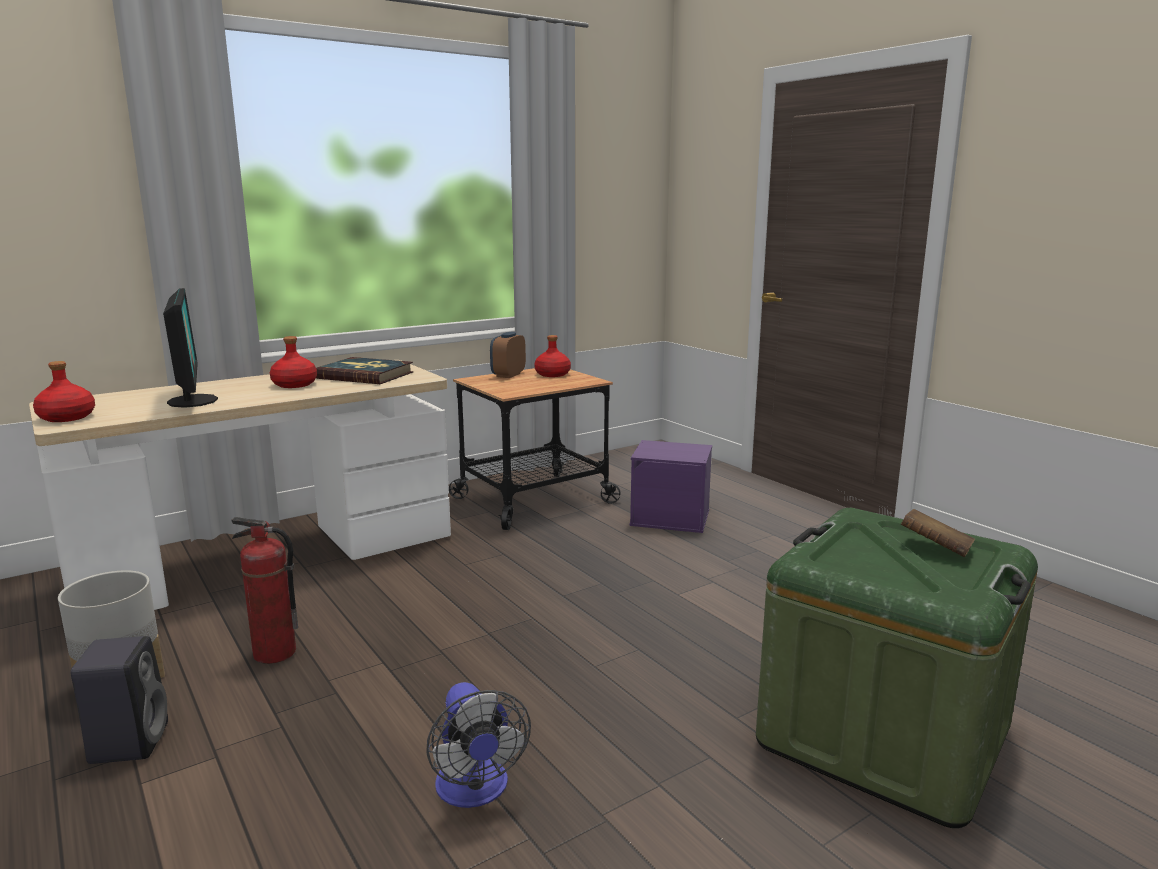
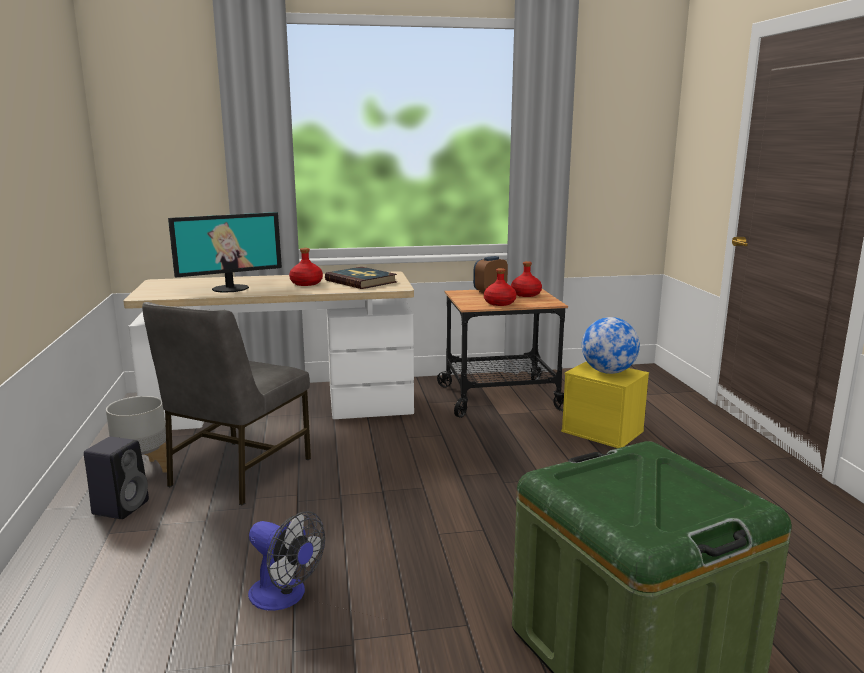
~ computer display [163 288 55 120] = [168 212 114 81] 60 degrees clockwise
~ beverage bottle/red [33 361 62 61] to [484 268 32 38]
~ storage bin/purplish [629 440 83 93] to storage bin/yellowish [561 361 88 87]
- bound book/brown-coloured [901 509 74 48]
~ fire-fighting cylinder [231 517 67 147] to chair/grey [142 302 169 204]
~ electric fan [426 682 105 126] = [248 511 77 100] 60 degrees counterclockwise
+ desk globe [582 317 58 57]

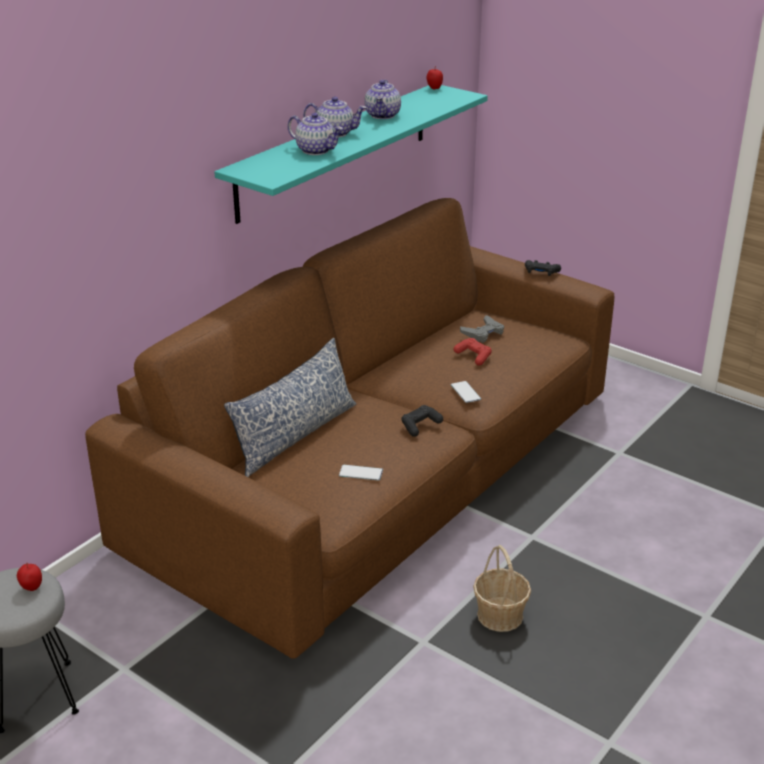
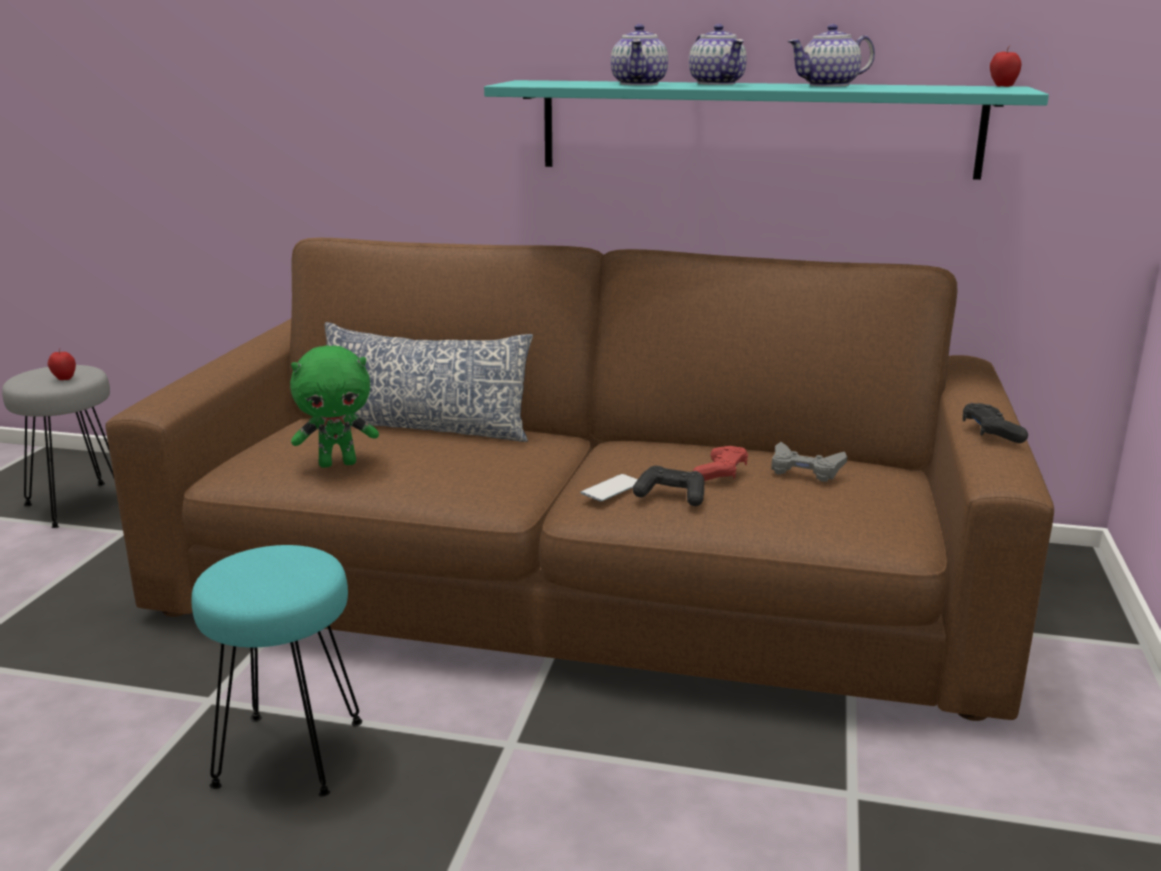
~ gamepad/black-coloured [401 405 42 32] to [633 466 71 40]
~ handset [339 465 44 16] to cuddly toy/green [290 345 89 123]
~ storage basket [473 545 58 87] to sitting stool/turquoise-coloured [192 545 170 252]

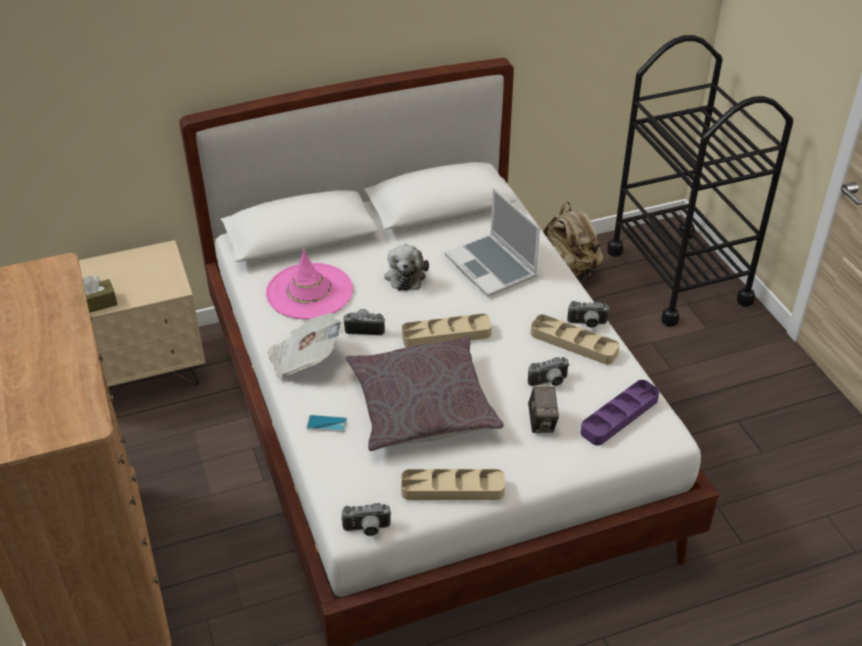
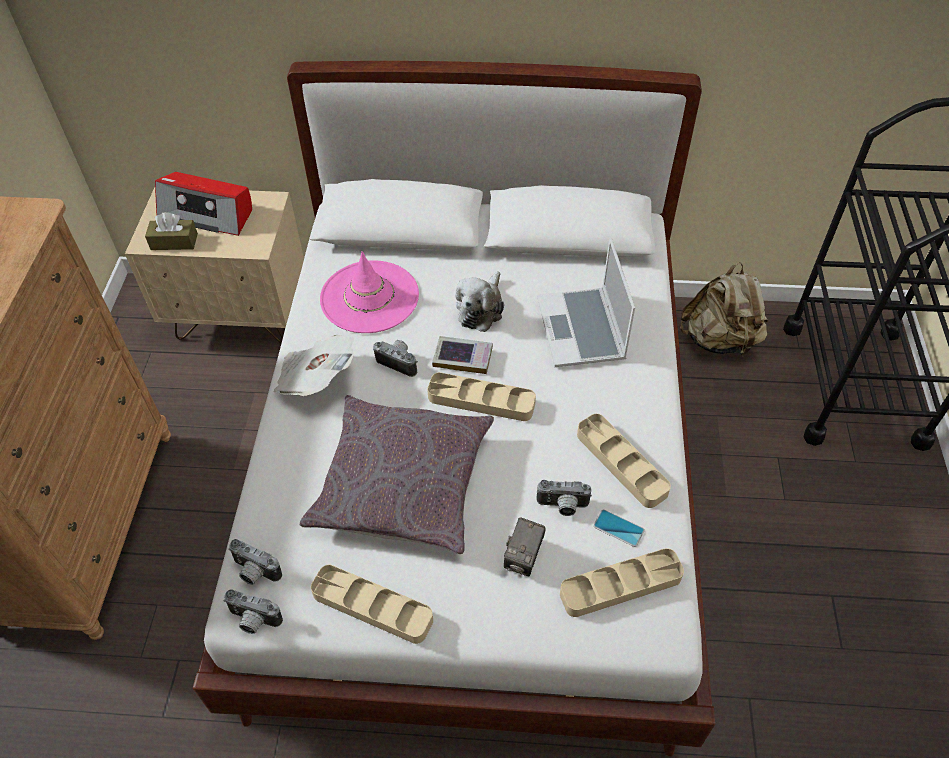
~ photo camera [567 301 43 27] to [228 539 54 46]
~ tray/purplish [581 380 78 65] to tray/beige [560 548 124 69]
~ handset [306 415 41 17] to [593 509 52 38]
+ radio receiver [155 172 97 64]
+ bound book [432 336 61 38]

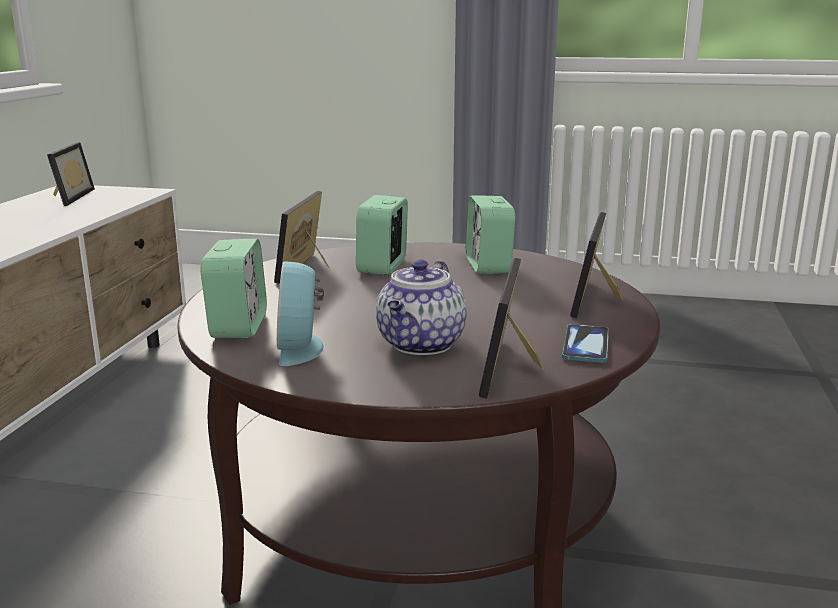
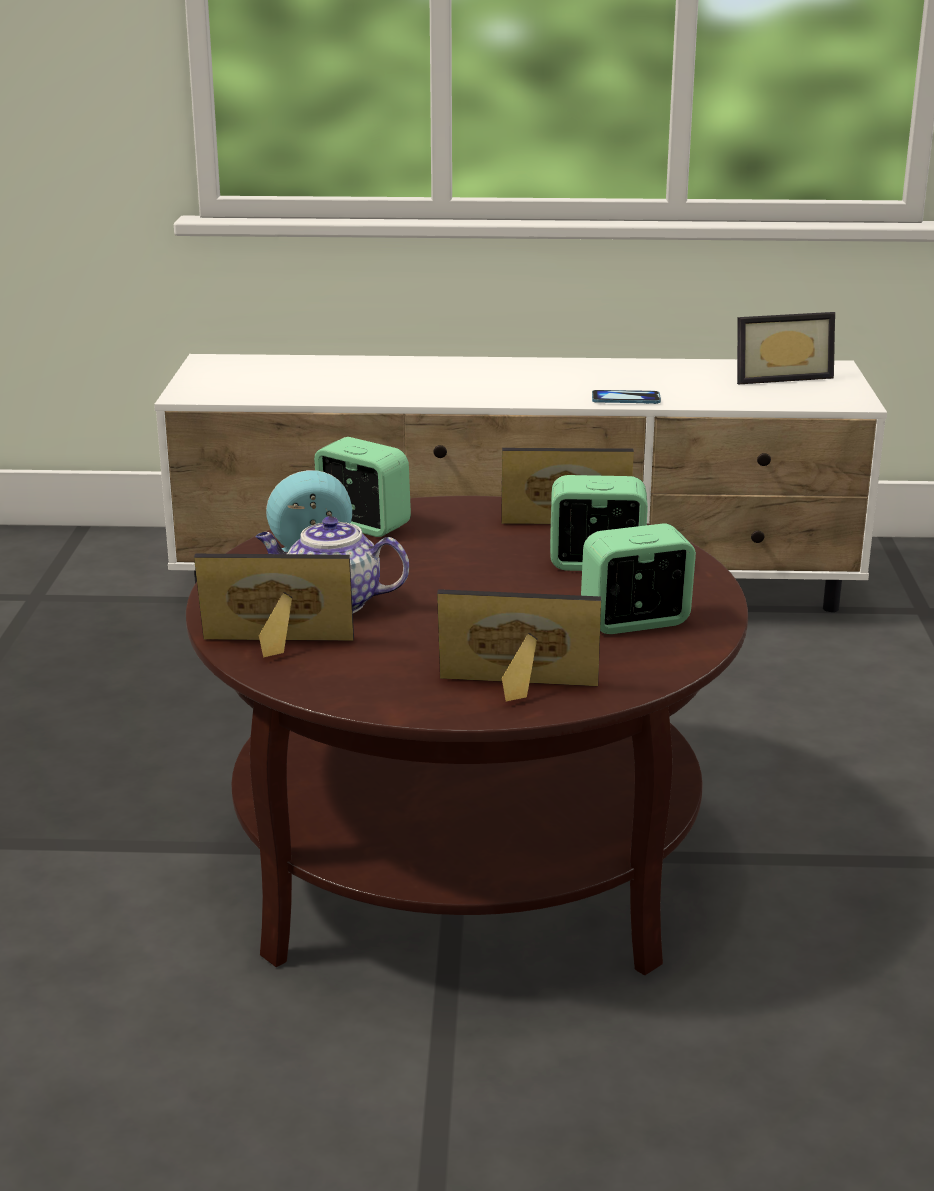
~ table clock [201 239 66 99] = [314 437 97 100] 135 degrees counterclockwise
~ handset [562 324 47 39] to [592 390 69 14]

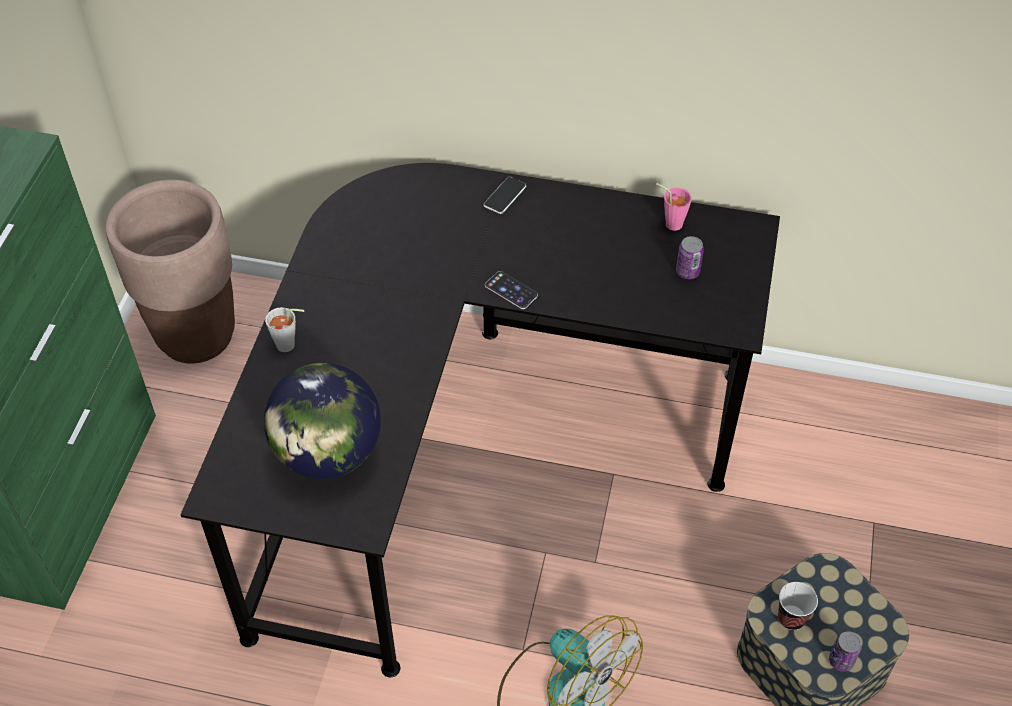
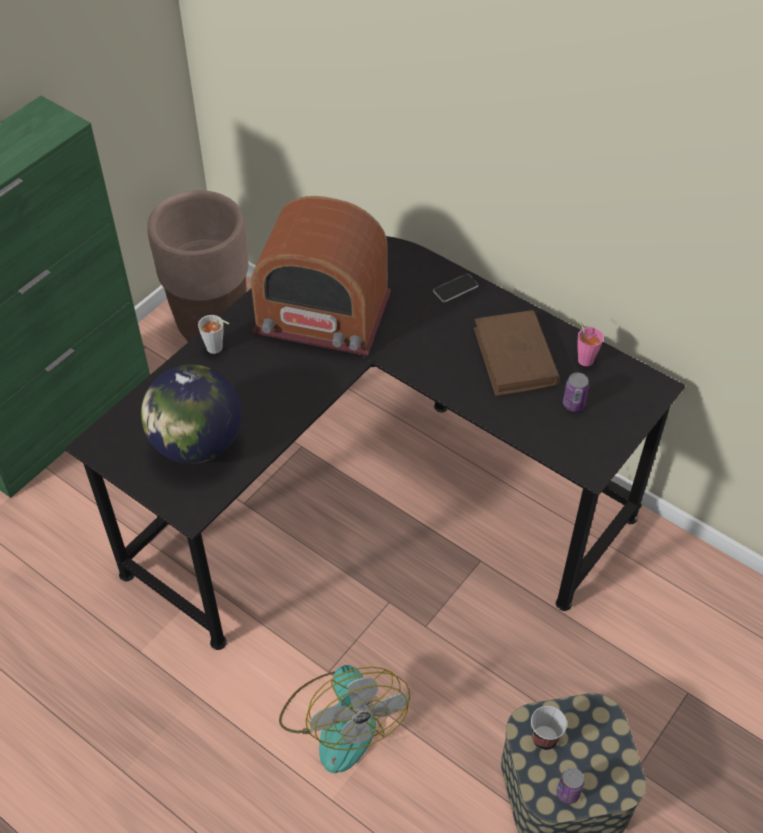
- handset [485 271 53 38]
+ radio receiver [251 196 140 160]
+ bound book/brown-coloured [474 310 86 86]

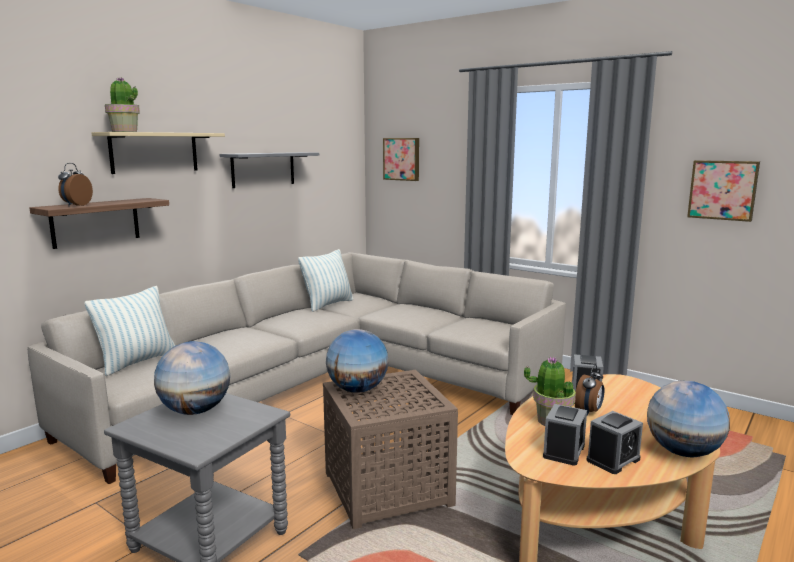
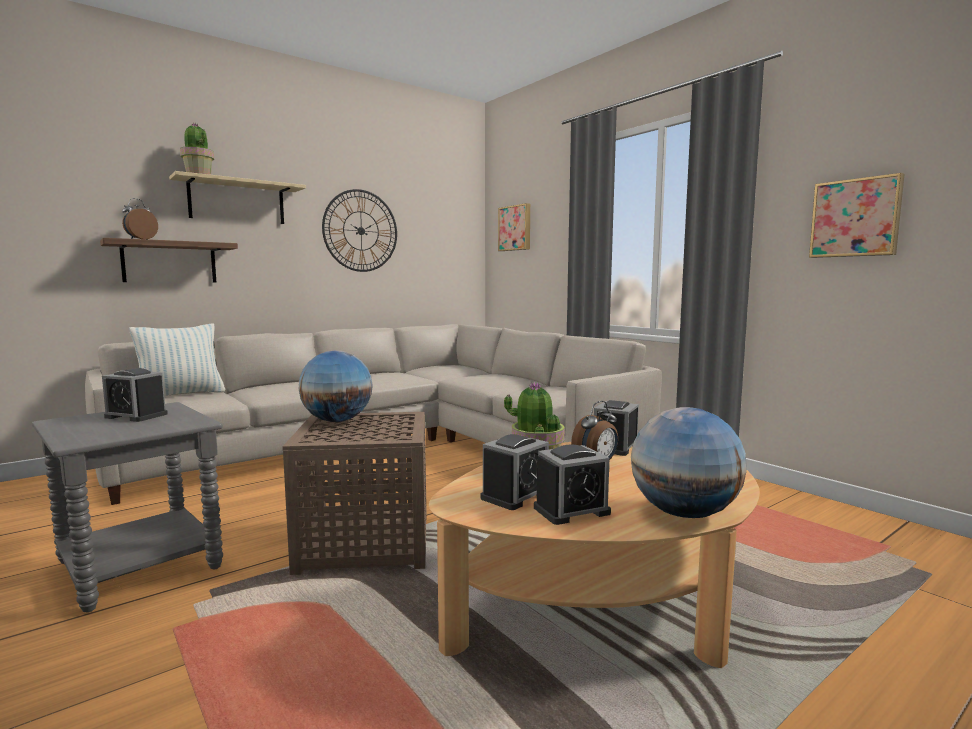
~ shelf/grey [220 152 99 36] to hanging clock [322 189 75 83]
- pillow [298 249 56 63]
~ desk globe [154 341 76 74] to table clock [102 368 66 54]

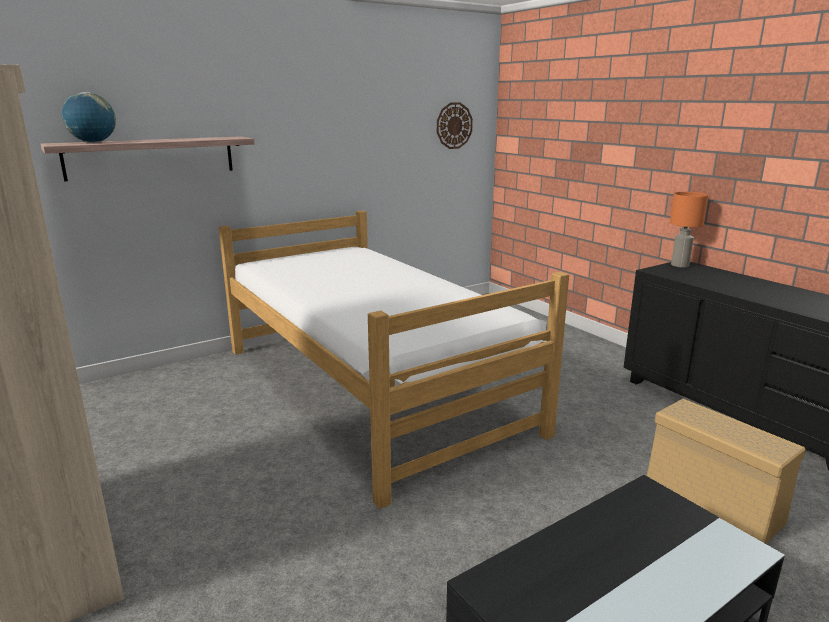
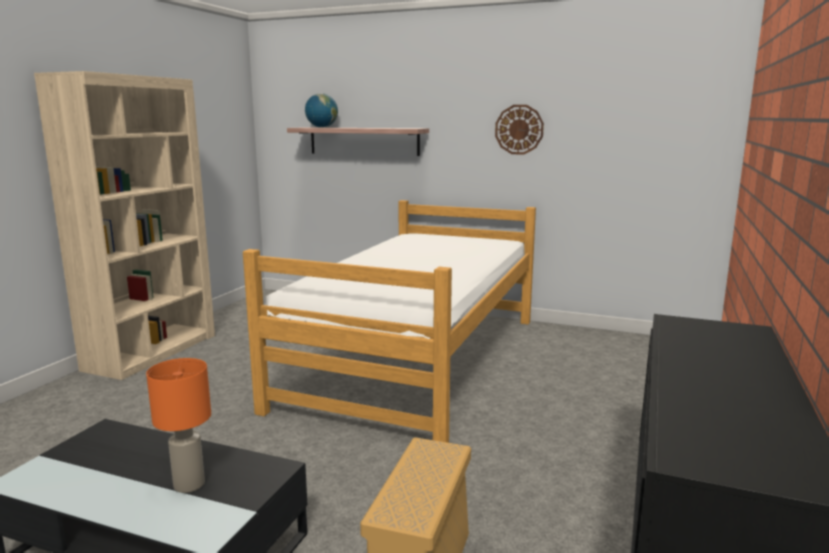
~ hanging clock [437 102 36 47] to [495 105 49 50]
~ lamp for a table/orange [670 192 39 76] to [146 358 65 135]

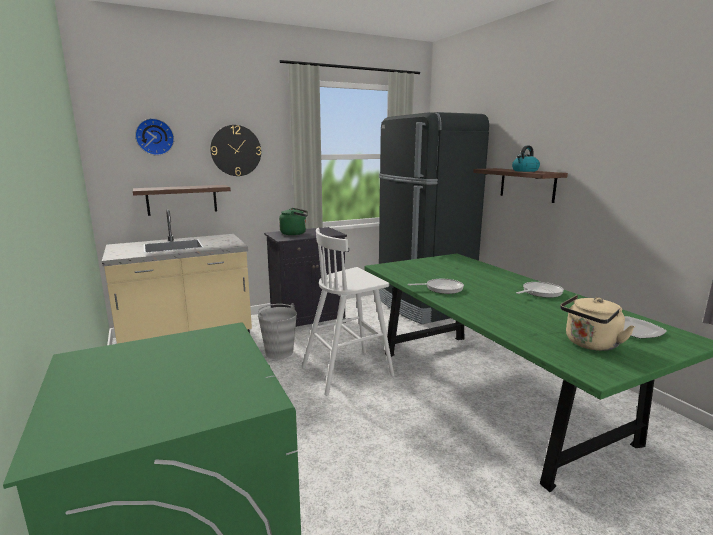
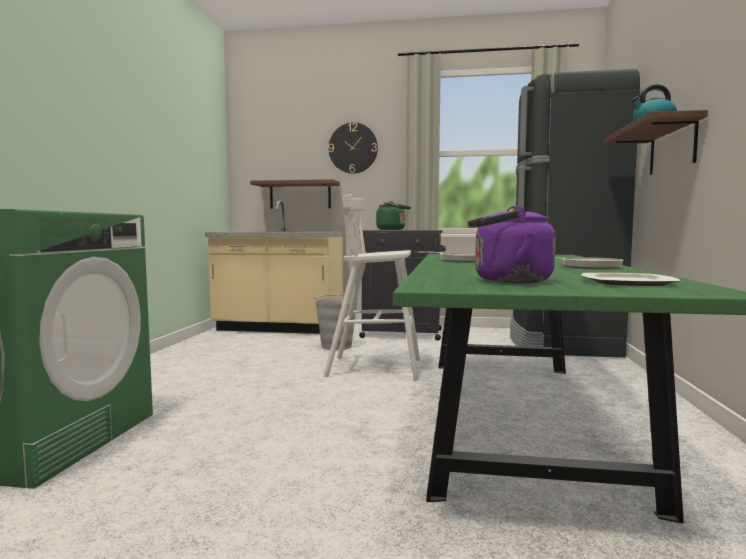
- hanging clock [135 118 39 38]
~ tea kettle/beige [560 295 75 56] to tea kettle/purplish [468 206 88 77]

